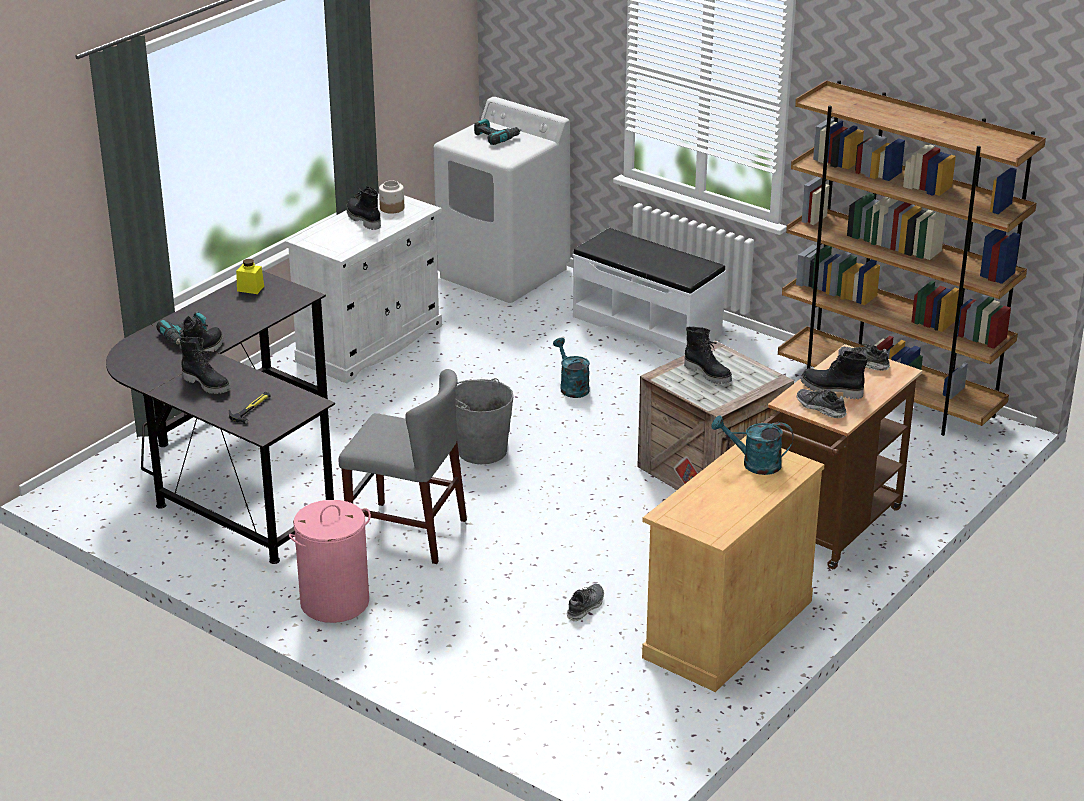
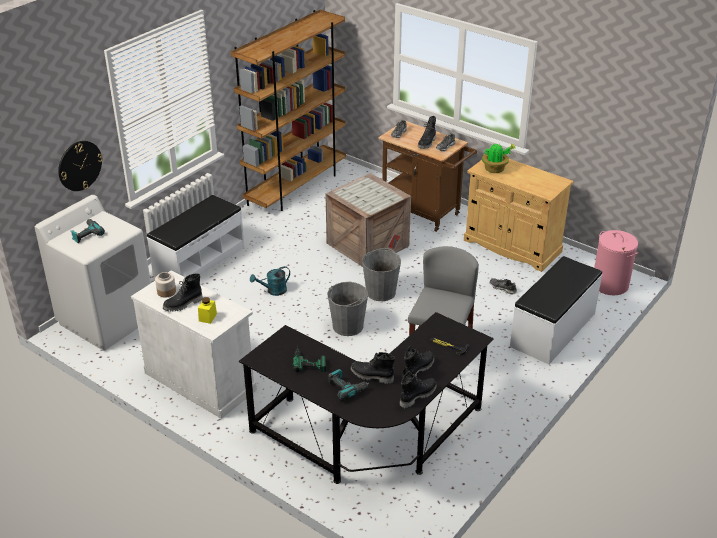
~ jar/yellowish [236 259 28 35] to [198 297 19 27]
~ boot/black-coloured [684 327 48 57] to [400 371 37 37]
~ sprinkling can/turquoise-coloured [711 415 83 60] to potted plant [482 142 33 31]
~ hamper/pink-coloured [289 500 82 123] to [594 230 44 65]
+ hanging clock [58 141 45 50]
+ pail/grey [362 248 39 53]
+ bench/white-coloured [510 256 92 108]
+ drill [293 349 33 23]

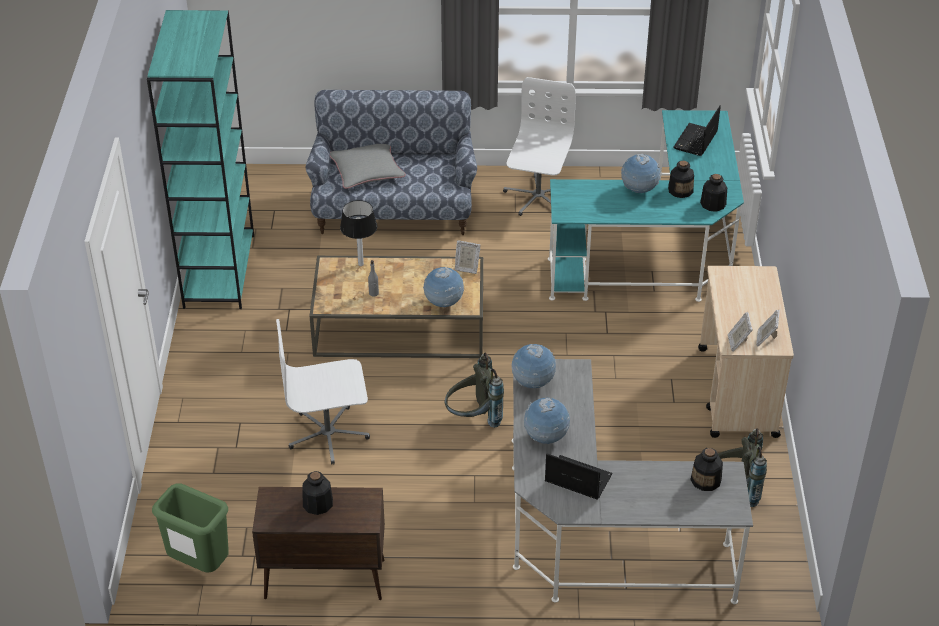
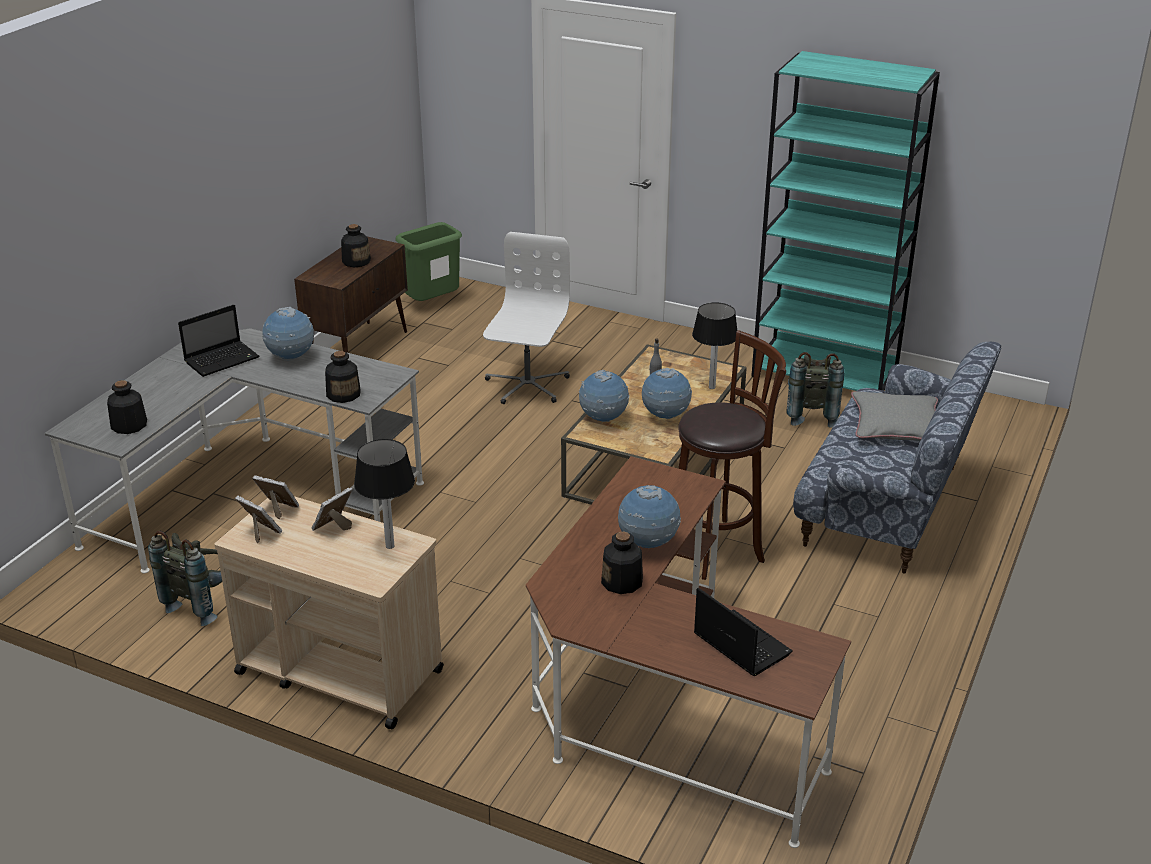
- desk chair/white-coloured [503 77 73 139]
~ desk table/turquoise-coloured [548 110 196 192] to desk table/brown-coloured [526 456 325 392]
~ beverage bottle [700 174 27 38] to [325 351 36 52]
~ photo frame [455 240 25 34] to [311 487 42 44]
~ desk globe [511 344 45 44] to [642 368 50 51]
~ rucksack/grey [445 353 59 75] to [786 352 59 76]
+ sitting stool/brown-coloured [678 330 108 250]
+ lamp for a table [354 439 61 110]

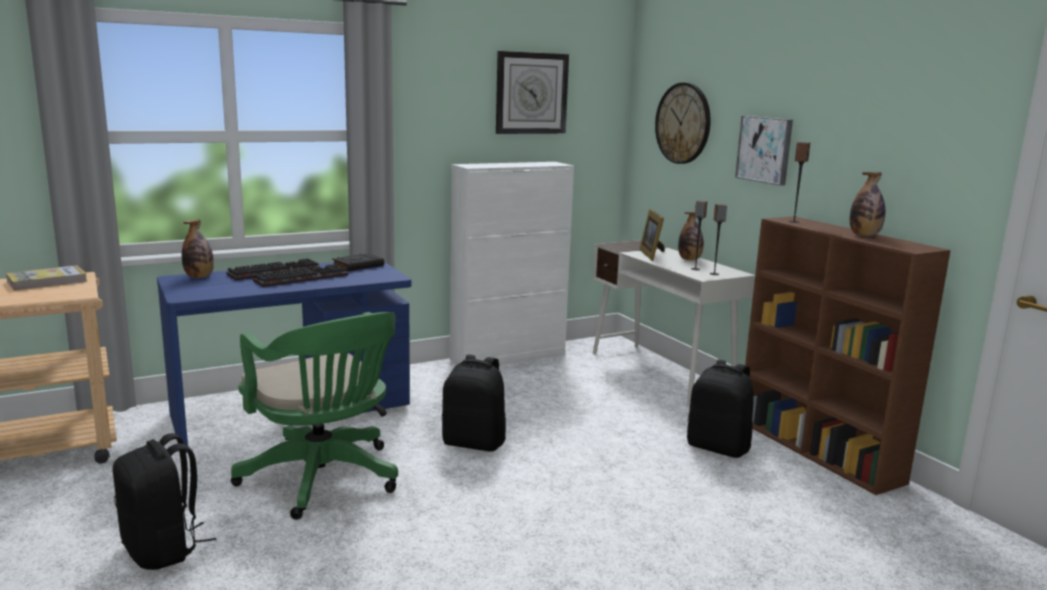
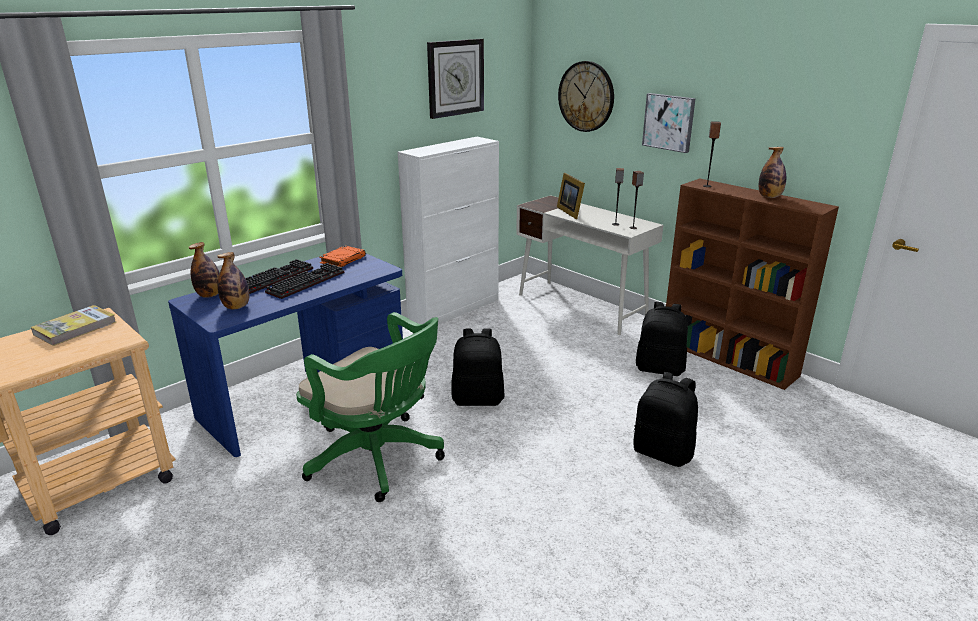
~ beverage bottle [678 211 26 49] to [217 252 33 57]
~ bound book/black-coloured [332 253 52 18] to bound book/orange [319 246 47 21]
~ rucksack/black-coloured [113 433 103 137] to [634 372 64 95]

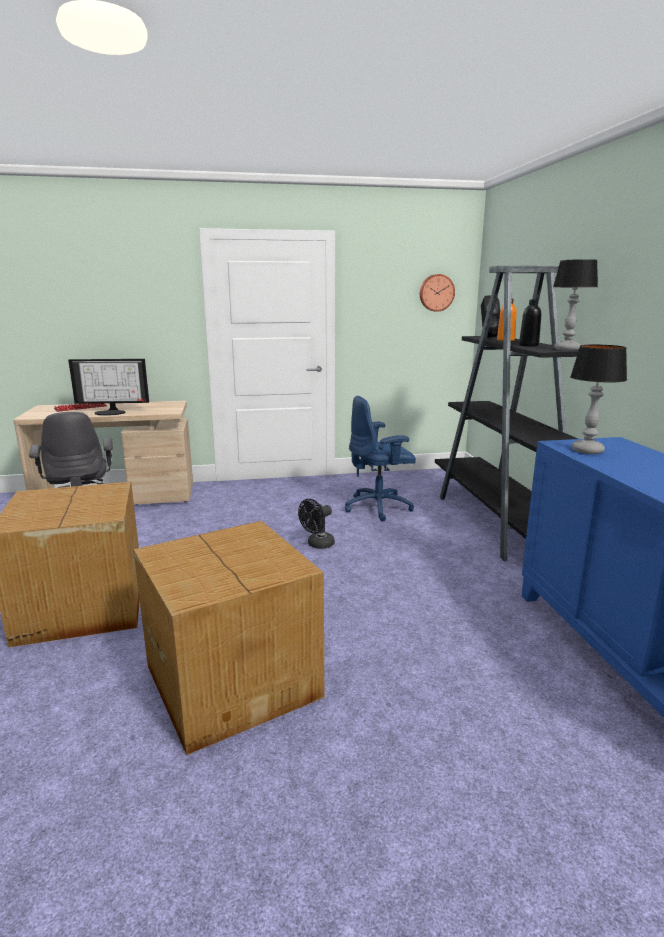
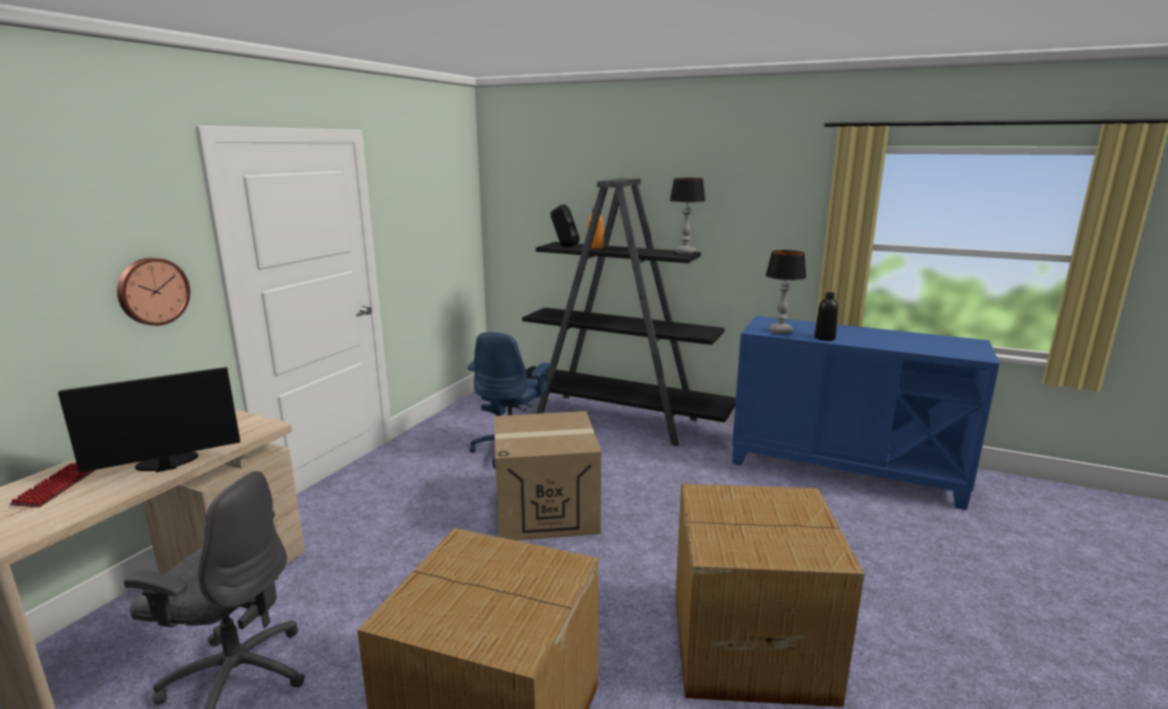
~ hanging clock [420 274 35 38] to [117 258 73 68]
~ beverage bottle/black-coloured [519 299 22 47] to [815 292 23 49]
~ computer display [68 359 81 57] = [58 367 182 106] 150 degrees counterclockwise
~ electric fan/black-coloured [298 499 37 50] to carton [494 411 107 130]

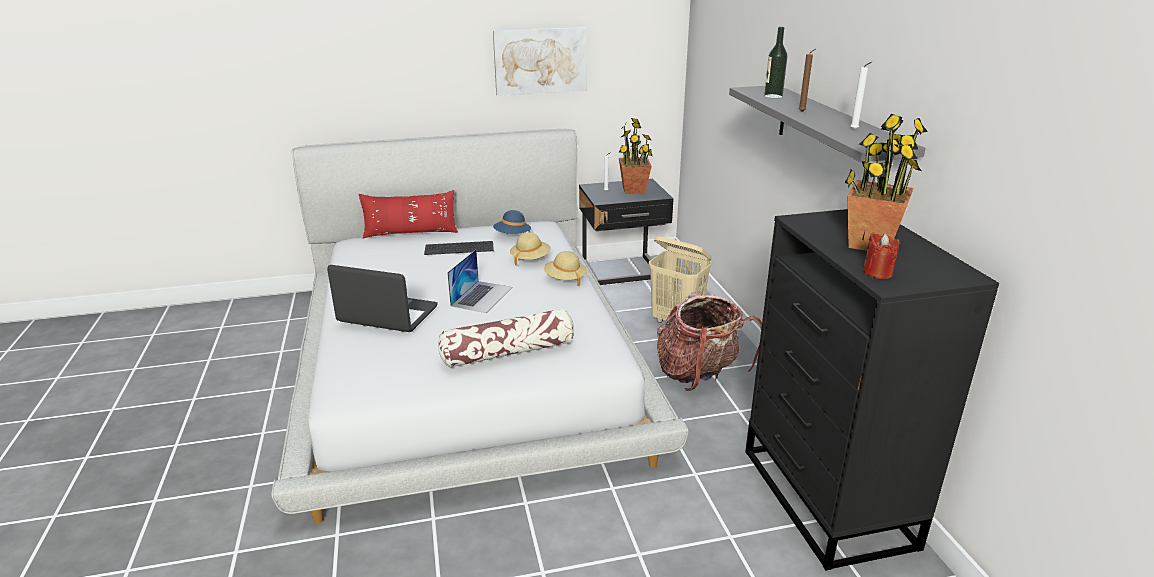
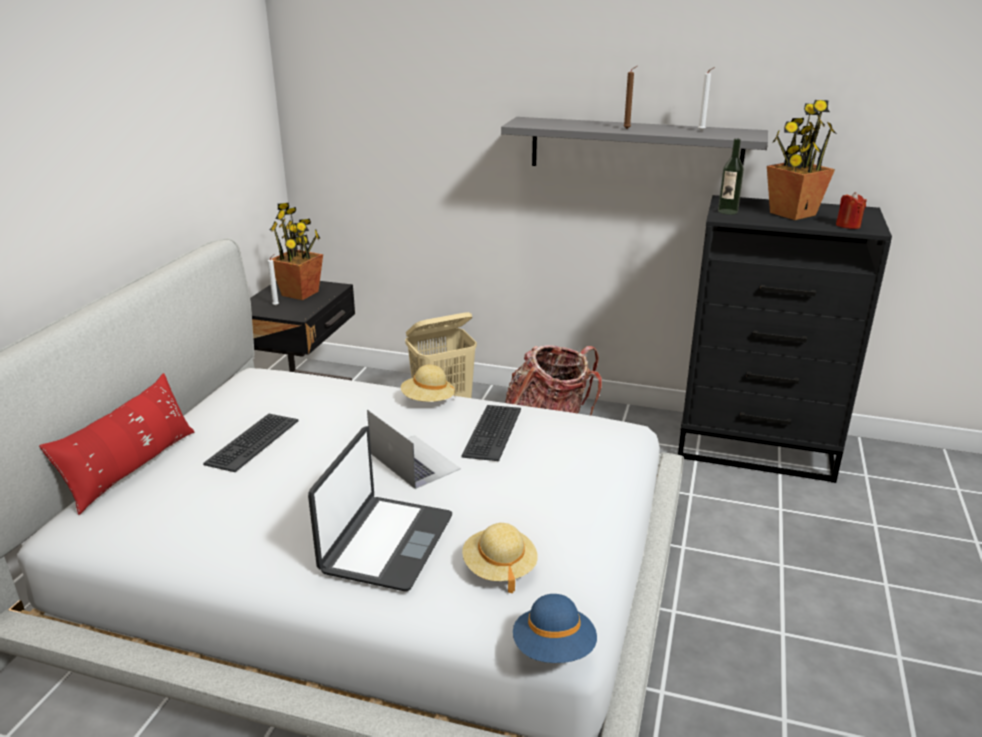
- picture [493 27 93 69]
~ beverage bottle [764 27 24 71] to [718 138 26 77]
~ wearable hat/bluish [493 210 38 24] to [513 594 84 69]
~ wearable hat/beige [510 232 41 33] to [462 523 76 70]
~ notebook computer [327 265 111 67] = [308 426 144 165] 150 degrees clockwise
- pillow [438 308 136 60]
+ keyboard [461 405 60 56]

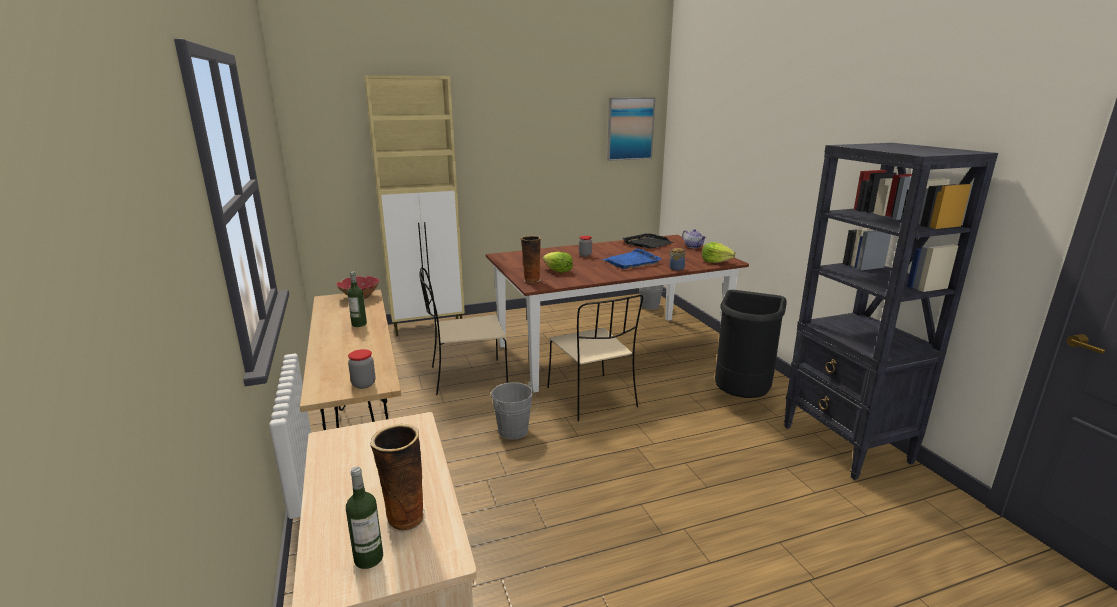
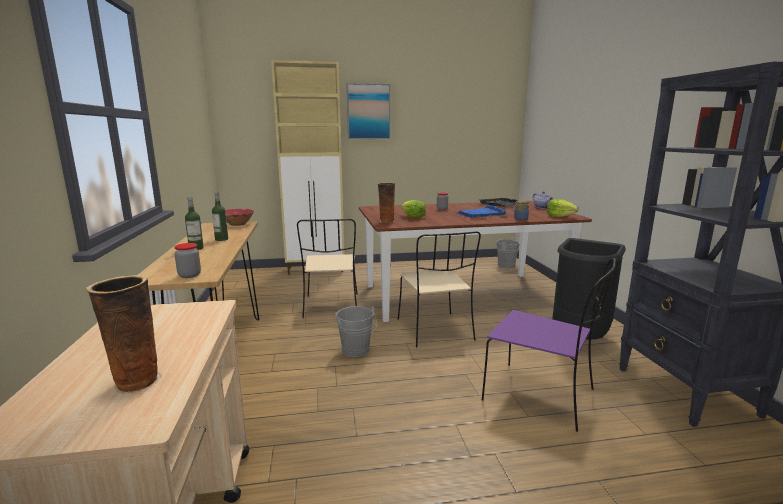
~ picture [607 97 48 64] to [347 83 44 56]
~ chair/beige [419 267 89 128] = [297 219 61 99] 90 degrees counterclockwise
~ beverage bottle [346 466 37 103] to [185 197 19 53]
+ chair/purplish [482 258 134 174]

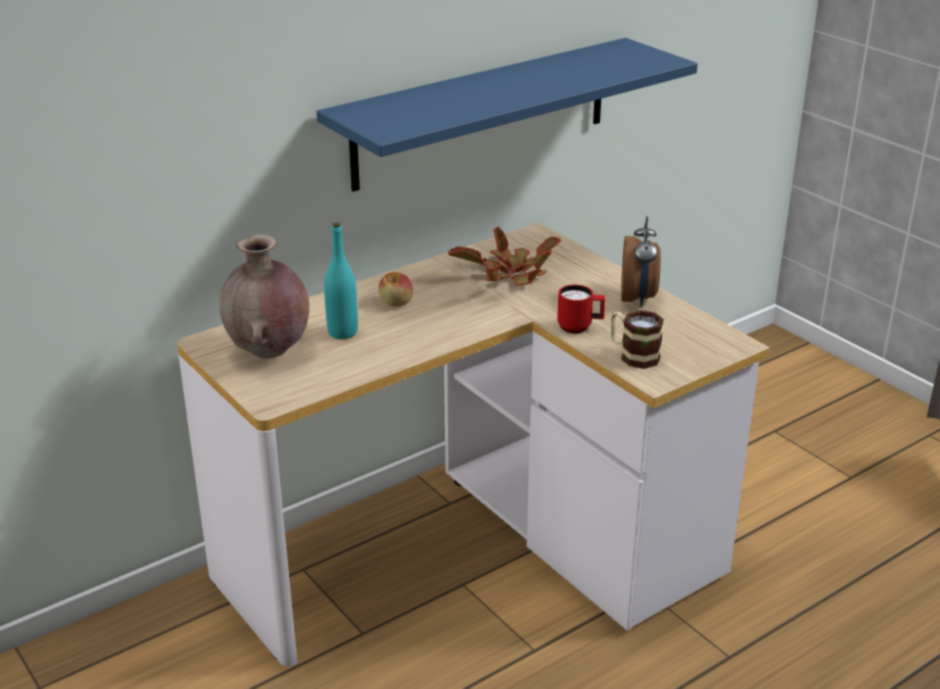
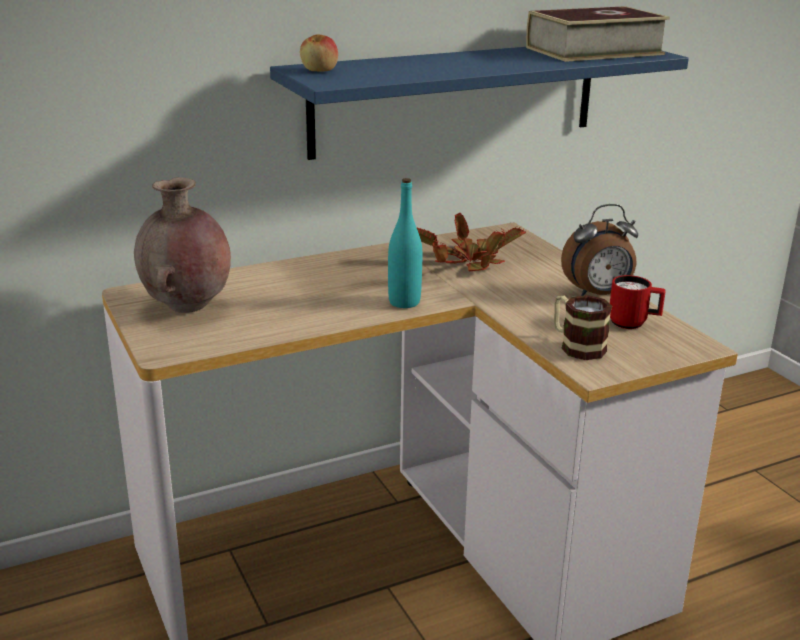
~ table clock [621 216 40 91] = [561 204 77 92] 60 degrees clockwise
~ beverage bottle/turquoise-coloured [324 222 34 117] to [388 178 34 130]
~ whole apple [378 272 35 34] to [300 34 38 38]
~ coffee mug/red [557 285 48 48] to [610 275 56 54]
+ bound book [526 6 144 56]

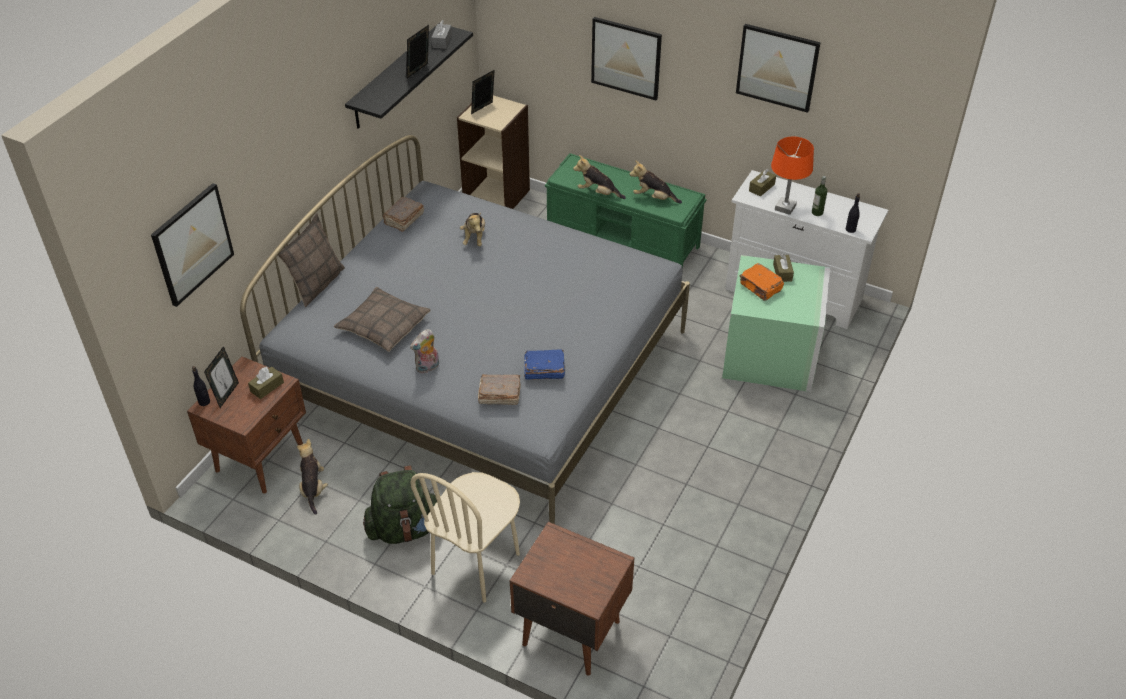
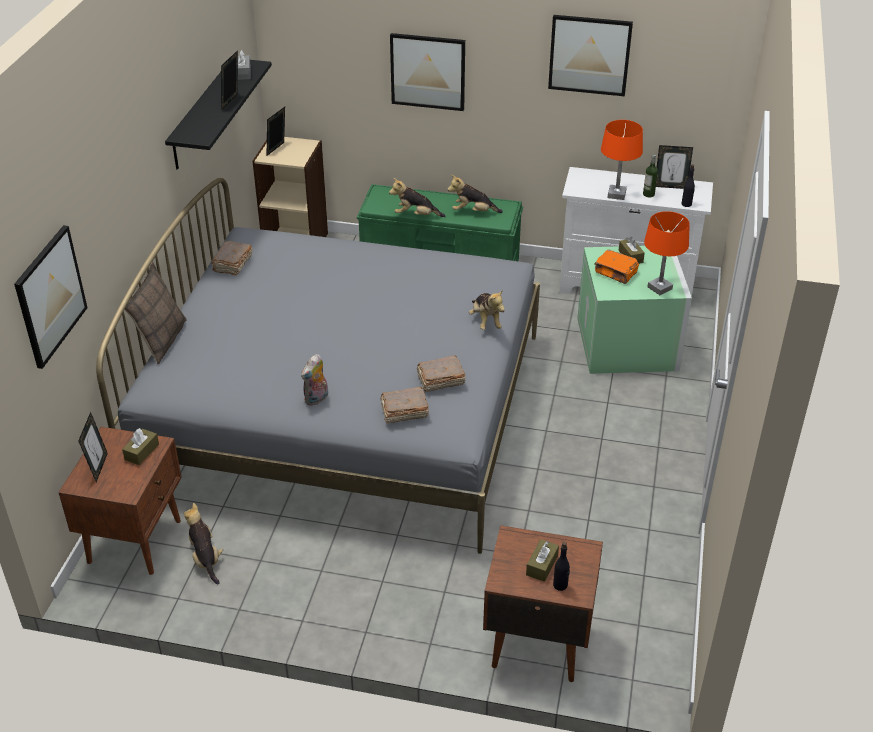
~ tissue box/brown-coloured [749 169 27 28] to [526 539 33 43]
~ cuddly toy [460 213 25 33] to [469 289 36 41]
- pillow [334 287 97 65]
~ bound book/bluish [524 349 41 31] to bound book/brown-coloured [417 356 48 36]
~ beverage bottle/black-coloured [192 366 18 40] to [553 542 17 49]
- rucksack/green [363 466 74 78]
- chair/beige [410 472 110 131]
+ photo frame [656 145 37 44]
+ lamp for a table/orange [644 211 46 84]

